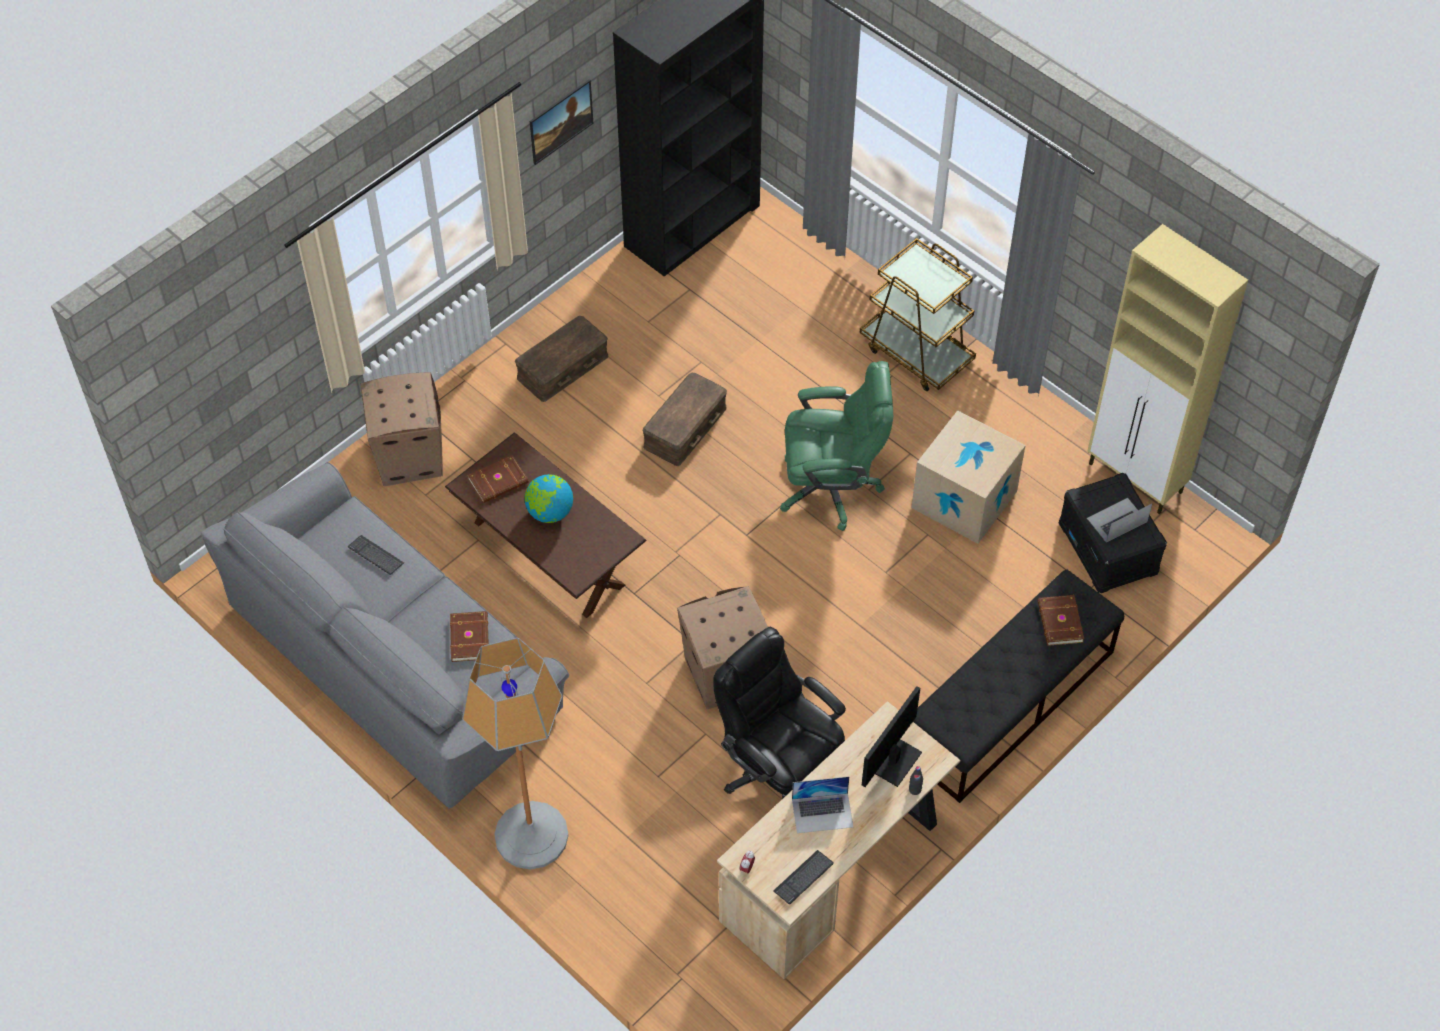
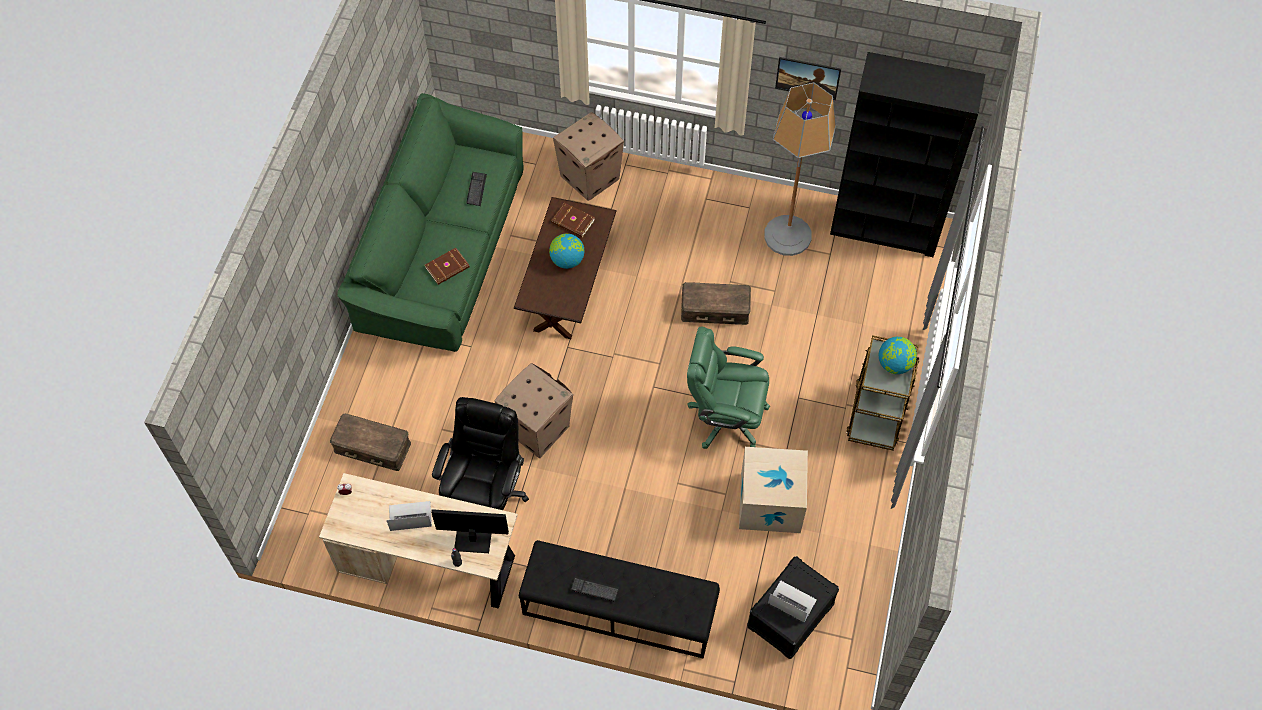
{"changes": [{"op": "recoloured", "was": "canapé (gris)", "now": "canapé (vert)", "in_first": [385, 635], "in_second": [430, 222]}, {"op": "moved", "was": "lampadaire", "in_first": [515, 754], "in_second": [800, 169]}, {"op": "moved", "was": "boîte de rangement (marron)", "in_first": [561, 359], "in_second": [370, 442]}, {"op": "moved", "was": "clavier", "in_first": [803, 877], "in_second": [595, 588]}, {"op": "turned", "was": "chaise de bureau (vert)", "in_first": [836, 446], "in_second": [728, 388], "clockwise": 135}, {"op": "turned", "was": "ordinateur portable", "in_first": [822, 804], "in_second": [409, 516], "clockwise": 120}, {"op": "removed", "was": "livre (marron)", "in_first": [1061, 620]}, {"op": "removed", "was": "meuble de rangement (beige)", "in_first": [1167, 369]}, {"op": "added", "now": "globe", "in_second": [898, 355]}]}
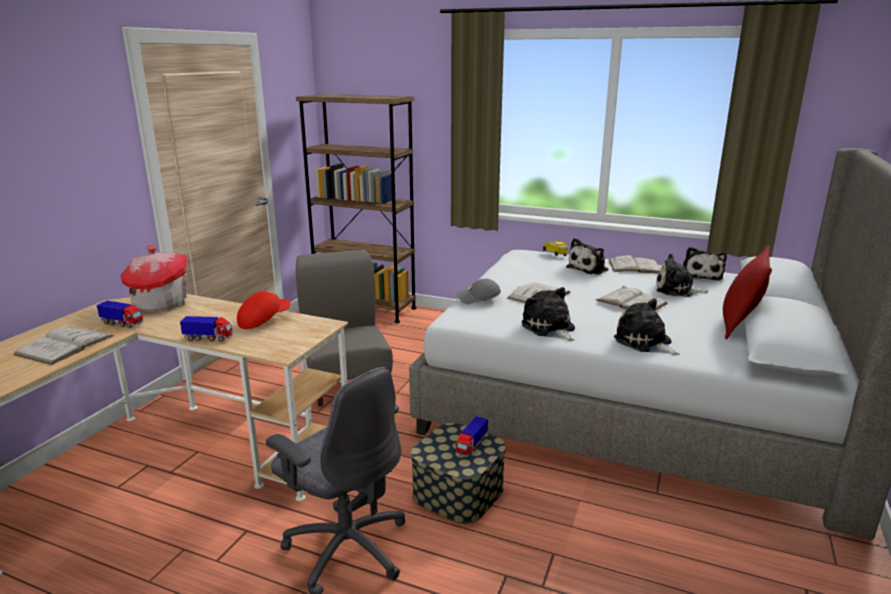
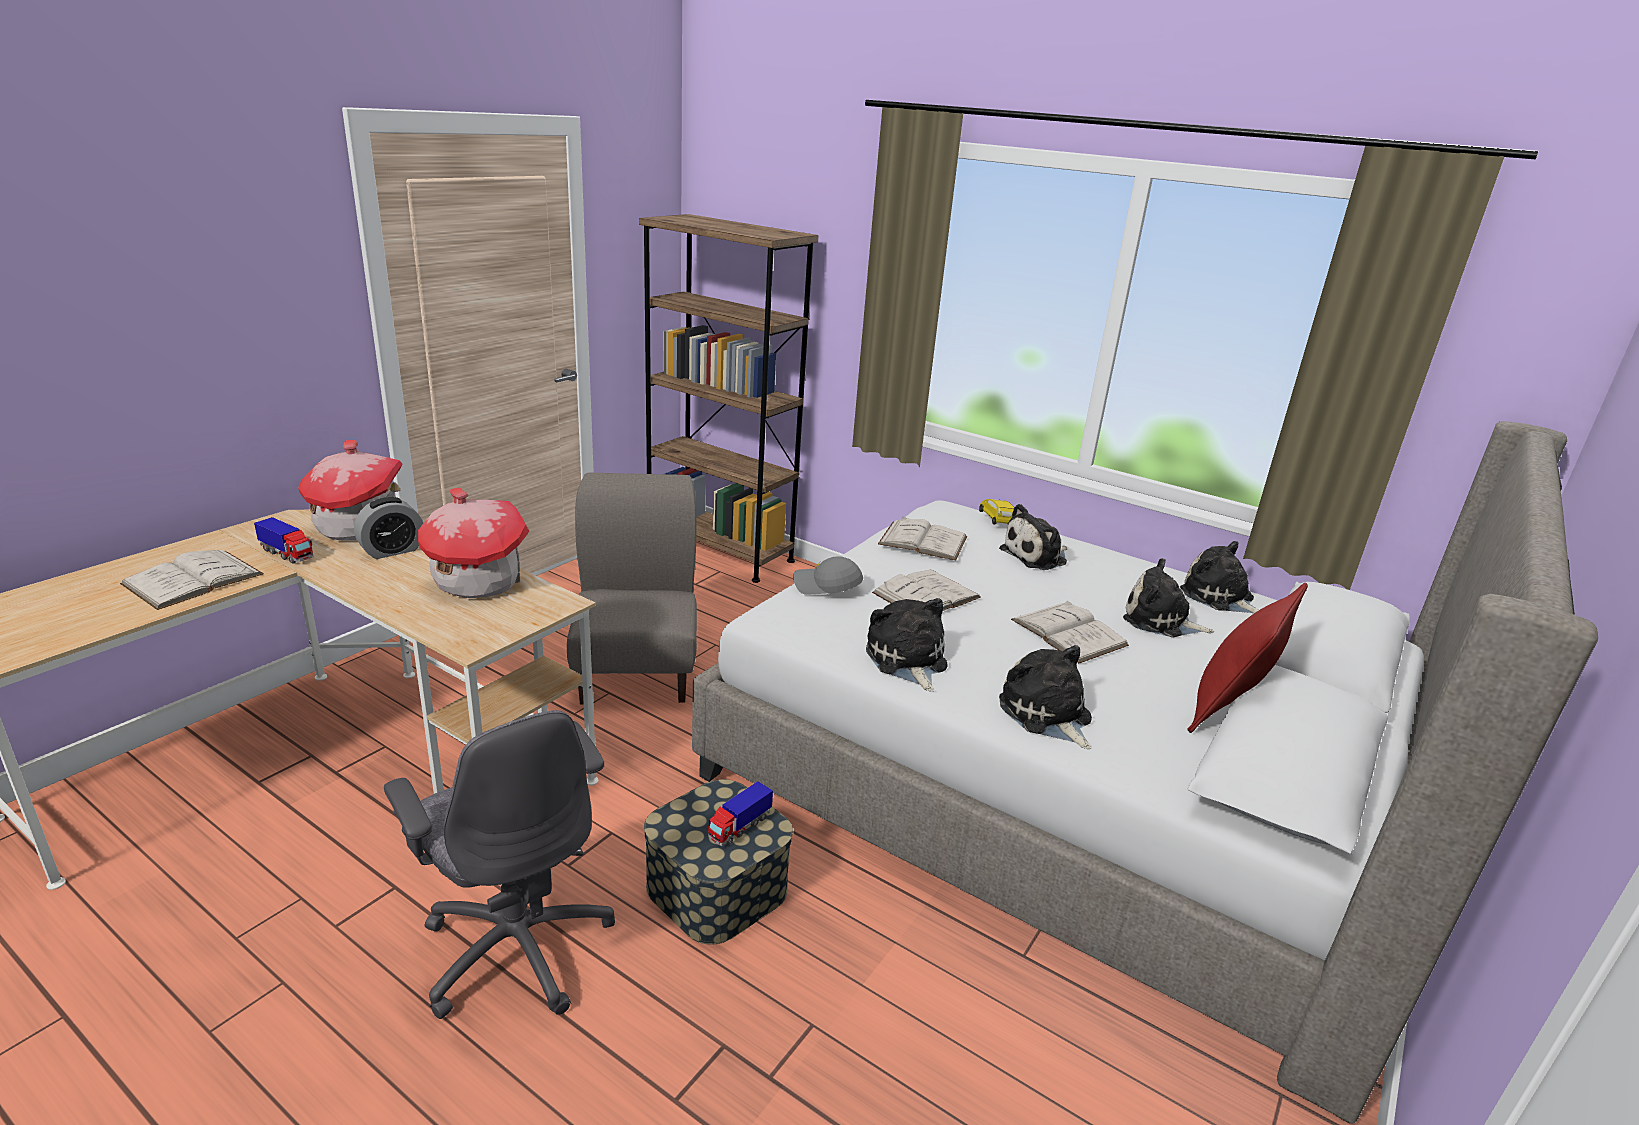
{"changes": [{"op": "removed", "was": "camion jouet", "in_first": [206, 329]}, {"op": "replaced", "was": "casquette (rouge)", "now": "maison miniature", "in_first": [264, 309], "in_second": [473, 543]}, {"op": "moved", "was": "livre (blanc)", "in_first": [634, 264], "in_second": [922, 538]}, {"op": "turned", "was": "peluche", "in_first": [705, 264], "in_second": [1219, 577], "clockwise": 120}, {"op": "added", "now": "réveil", "in_second": [388, 528]}]}
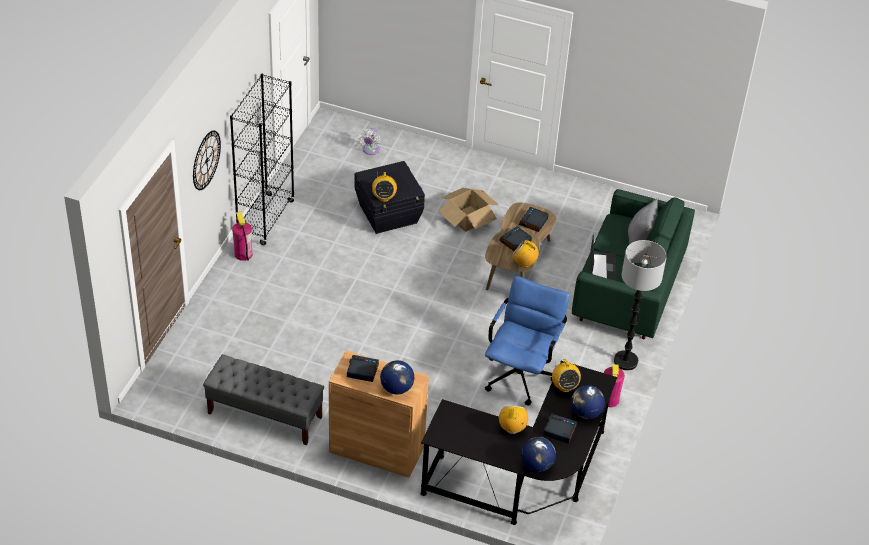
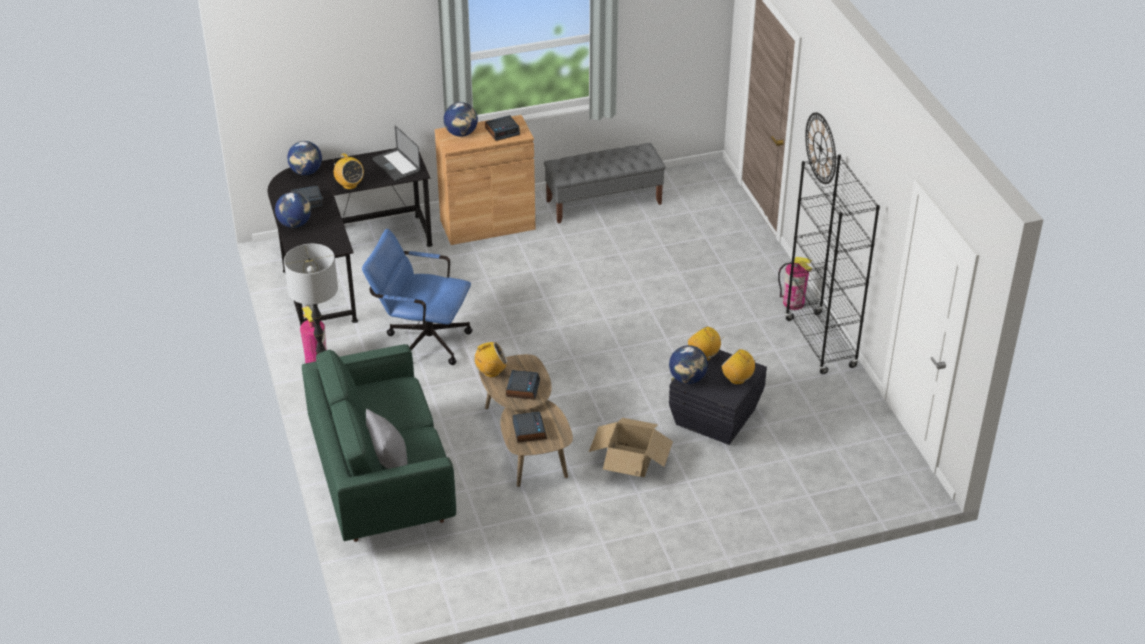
{"changes": [{"op": "removed", "was": "ventilateur (blanc)", "in_first": [369, 141]}, {"op": "turned", "was": "chaise de bureau (bleu)", "in_first": [527, 341], "in_second": [417, 297], "clockwise": 120}, {"op": "moved", "was": "radio", "in_first": [566, 375], "in_second": [739, 367]}, {"op": "moved", "was": "ordinateur portable", "in_first": [603, 257], "in_second": [396, 153]}, {"op": "added", "now": "globe", "in_second": [688, 364]}]}
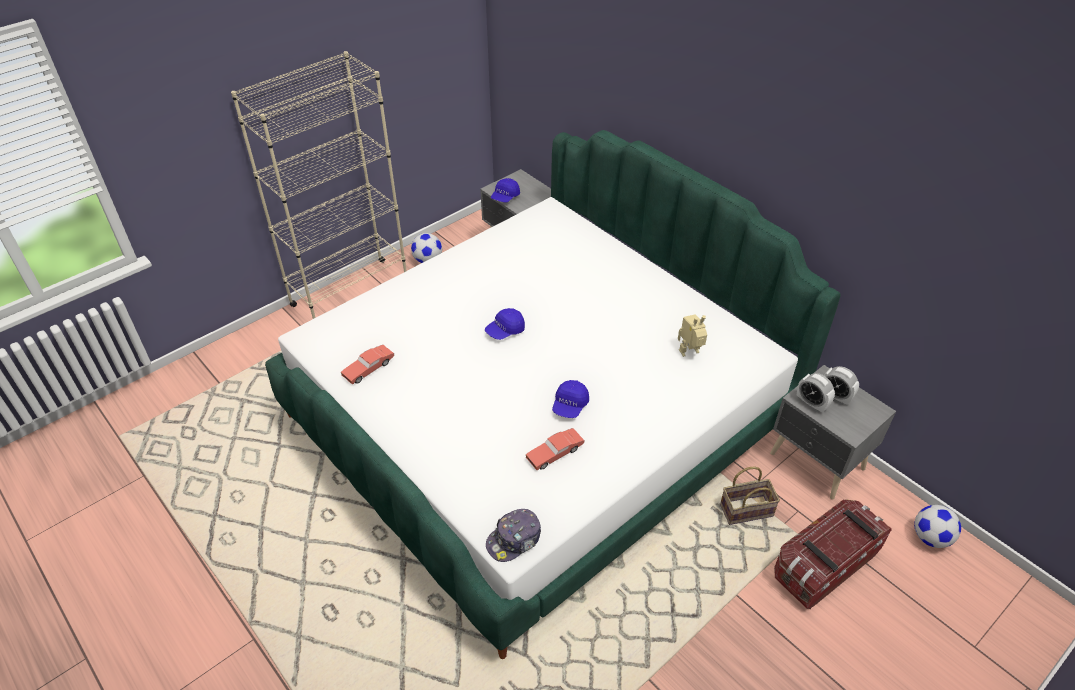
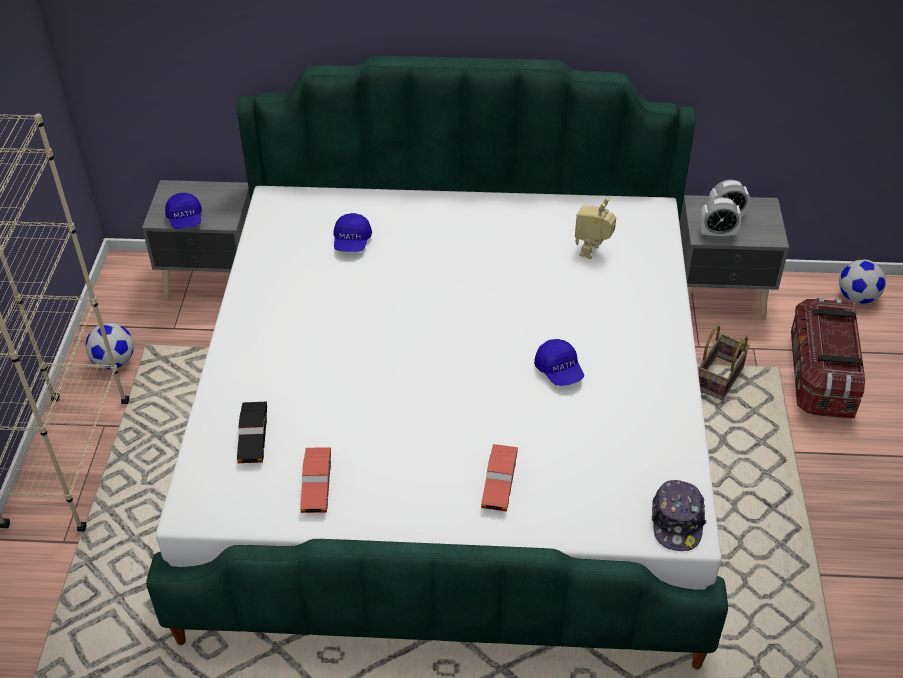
{"changes": [{"op": "moved", "was": "casquette (bleu)", "in_first": [505, 324], "in_second": [352, 232]}, {"op": "moved", "was": "petite voiture (rouge)", "in_first": [555, 449], "in_second": [499, 478]}, {"op": "added", "now": "petite voiture (noir)", "in_second": [252, 432]}]}
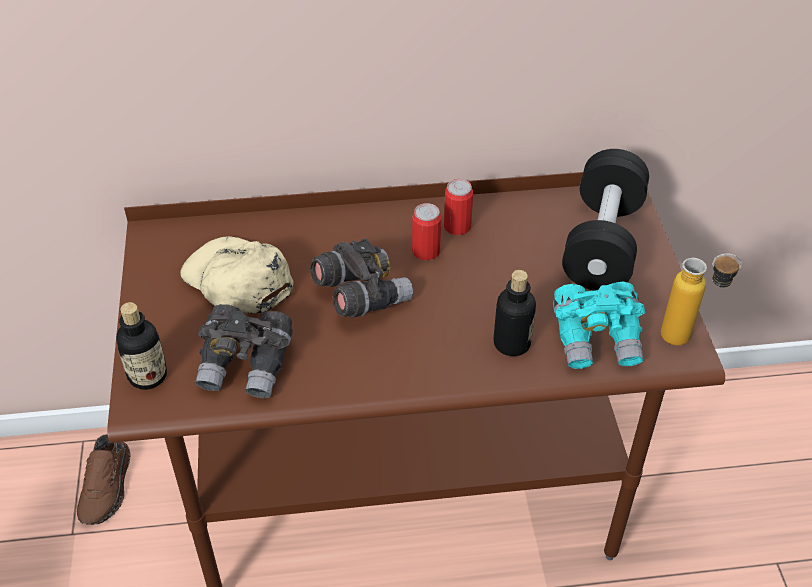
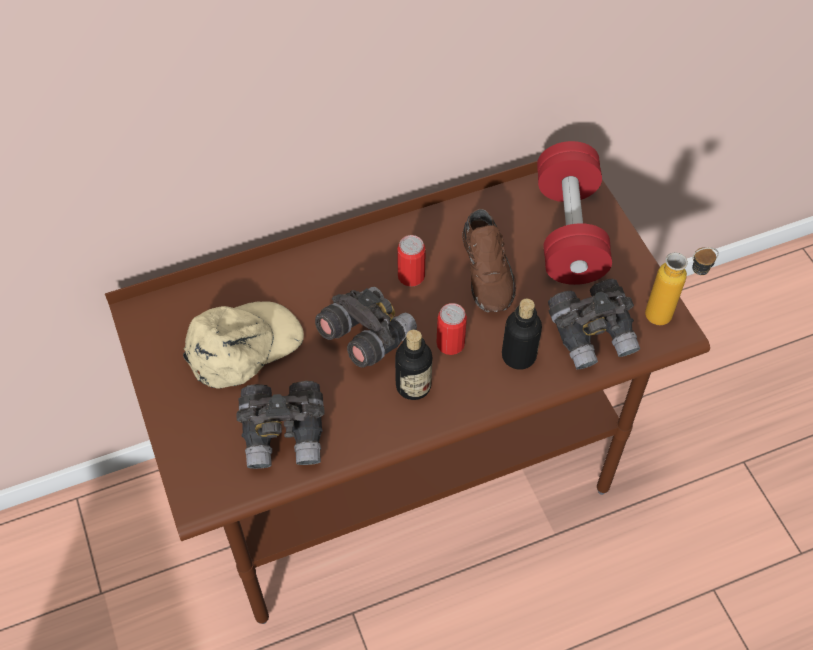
{"changes": [{"op": "moved", "was": "chaussure (marron)", "in_first": [104, 479], "in_second": [489, 260]}, {"op": "moved", "was": "bouteille", "in_first": [141, 346], "in_second": [413, 365]}, {"op": "turned", "was": "casquette (beige)", "in_first": [237, 274], "in_second": [243, 345], "clockwise": 120}, {"op": "moved", "was": "boîte métallique", "in_first": [458, 207], "in_second": [451, 329]}, {"op": "recoloured", "was": "jumelles (turquoise)", "now": "jumelles (gris)", "in_first": [599, 325], "in_second": [594, 324]}, {"op": "recoloured", "was": "haltère (noir)", "now": "haltère (rouge)", "in_first": [605, 220], "in_second": [574, 213]}]}
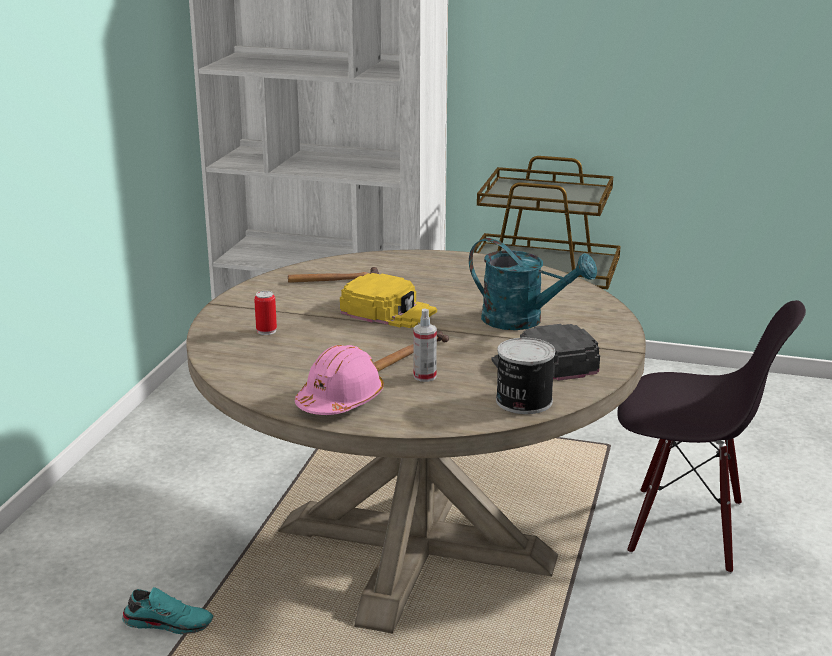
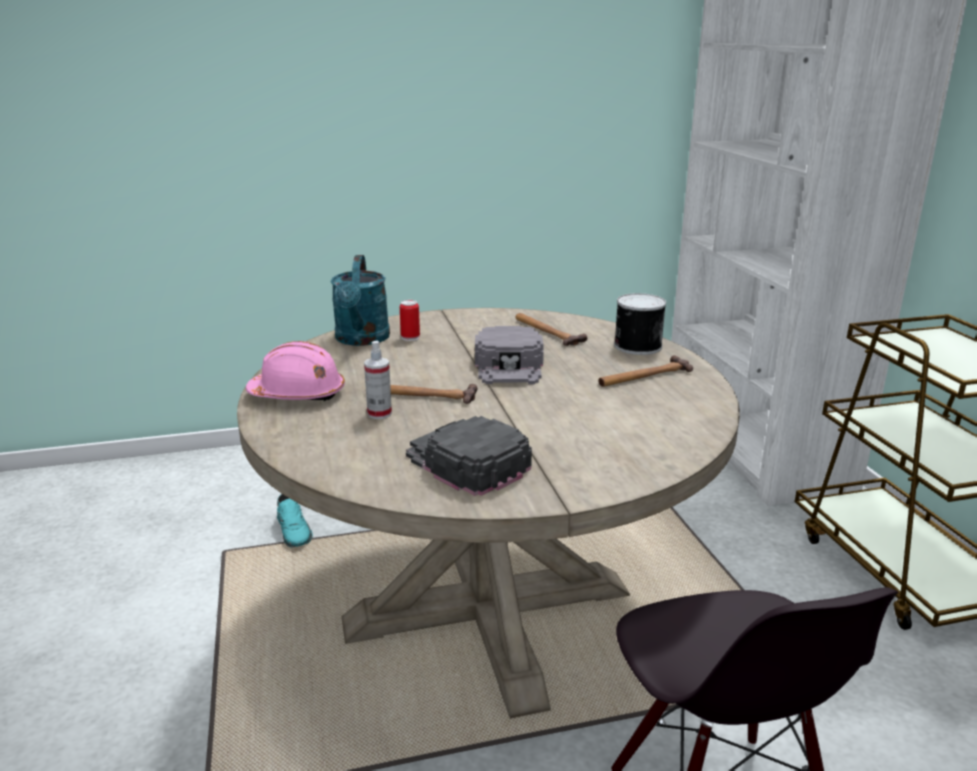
{"changes": [{"op": "recoloured", "was": "casquette (jaune)", "now": "casquette (gris)", "in_first": [388, 300], "in_second": [509, 355]}, {"op": "moved", "was": "arrosoir (turquoise)", "in_first": [533, 284], "in_second": [360, 300]}, {"op": "moved", "was": "boîte métallique", "in_first": [525, 376], "in_second": [640, 324]}, {"op": "added", "now": "marteau", "in_second": [645, 371]}]}
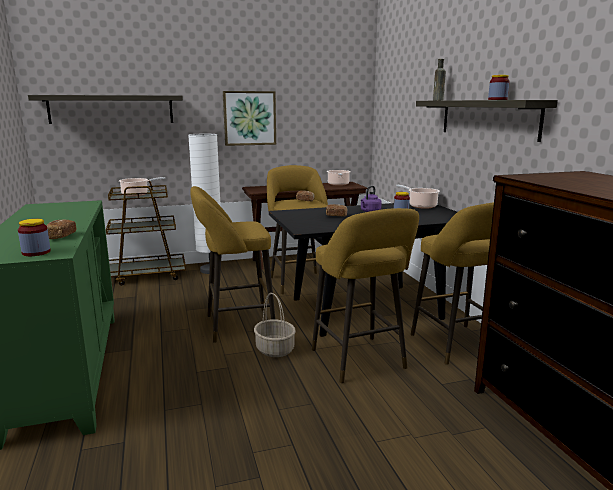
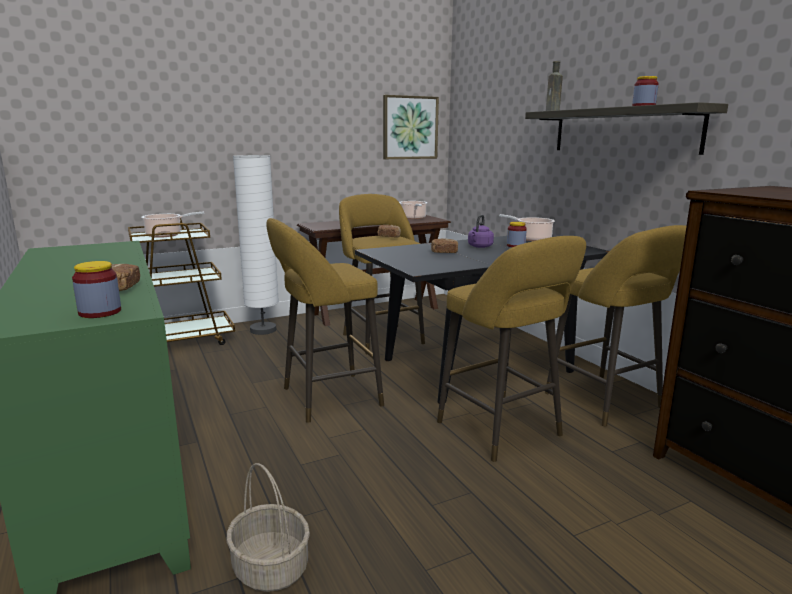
{"changes": [{"op": "removed", "was": "étagère", "in_first": [105, 109]}, {"op": "moved", "was": "tableau", "in_first": [249, 118], "in_second": [411, 127]}, {"op": "moved", "was": "panier", "in_first": [275, 325], "in_second": [268, 527]}]}
